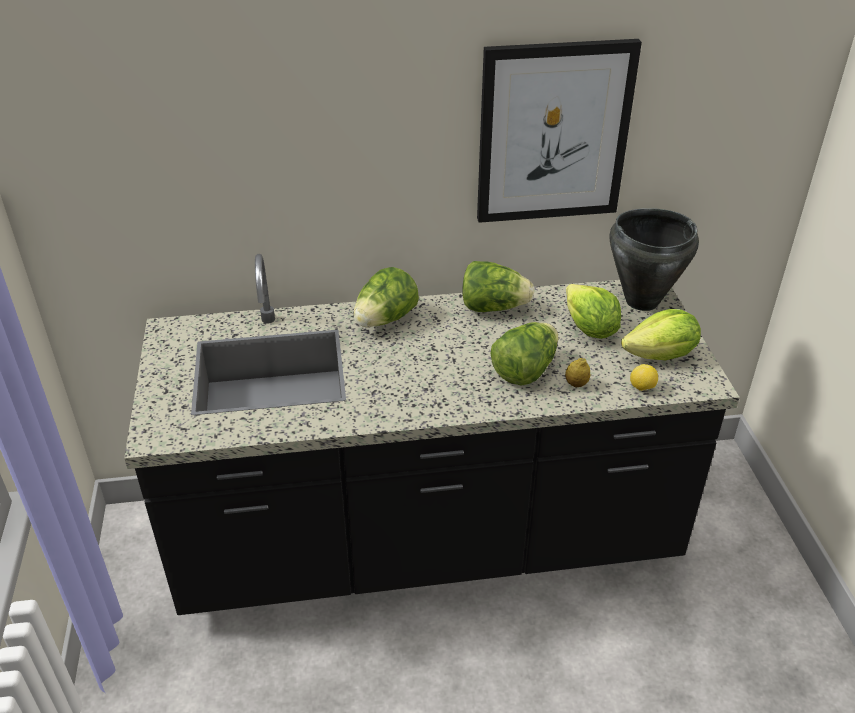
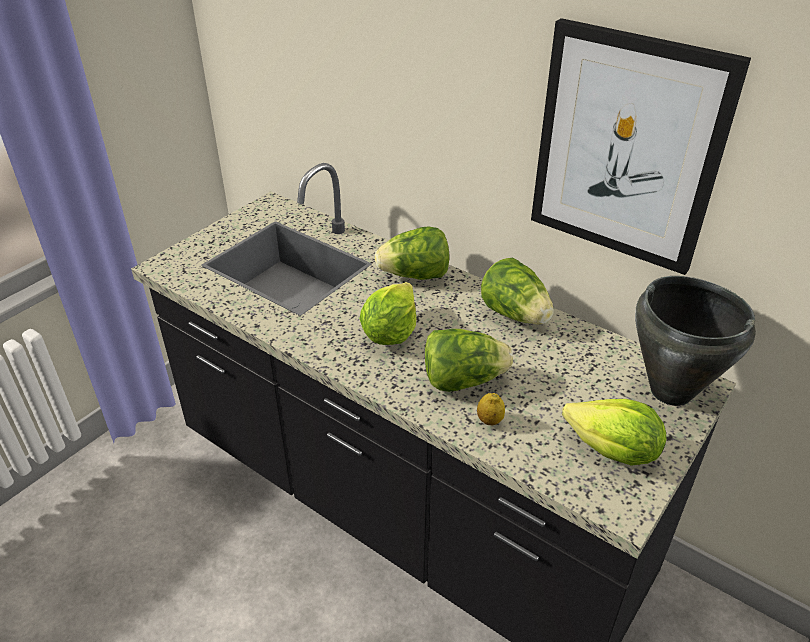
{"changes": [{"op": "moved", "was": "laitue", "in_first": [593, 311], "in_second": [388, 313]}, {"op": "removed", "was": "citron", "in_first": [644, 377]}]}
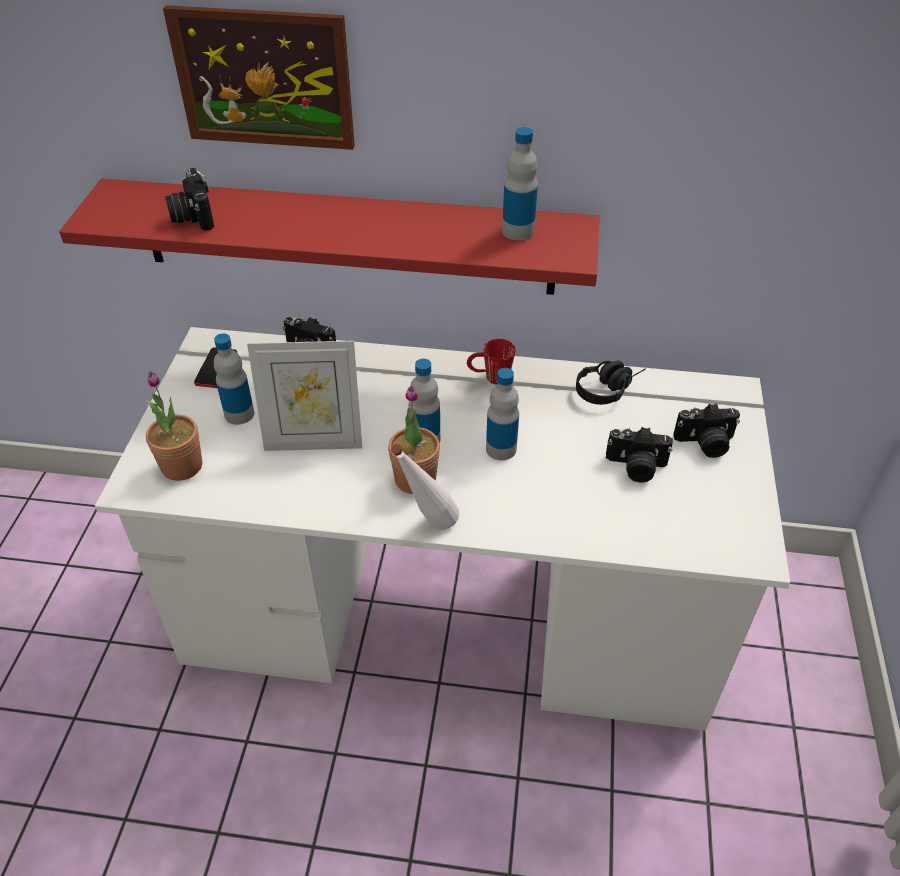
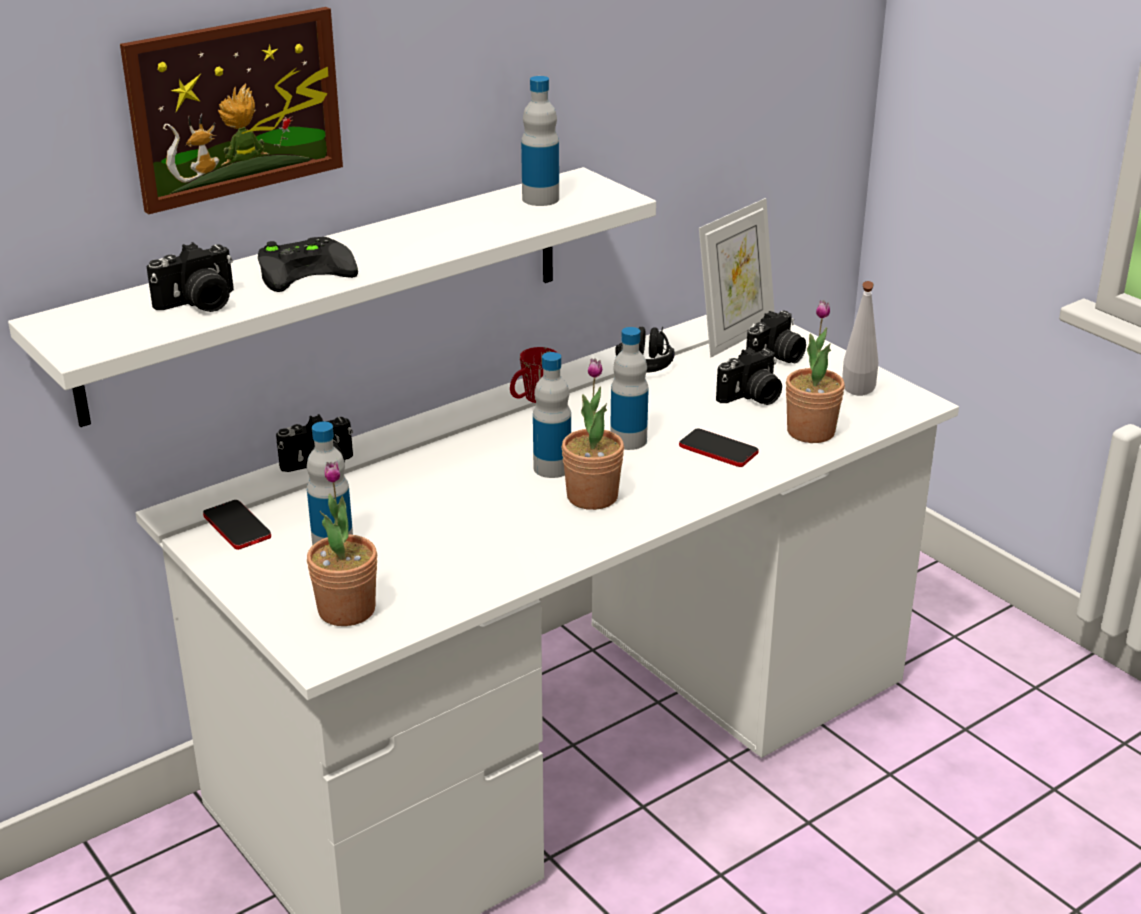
{"changes": [{"op": "recoloured", "was": "étagère (rouge)", "now": "étagère (blanc)", "in_first": [329, 237], "in_second": [332, 297]}, {"op": "turned", "was": "appareil photo", "in_first": [189, 199], "in_second": [190, 277], "clockwise": -60}, {"op": "moved", "was": "cadre photo", "in_first": [304, 396], "in_second": [736, 277]}, {"op": "moved", "was": "bouteille (blanc)", "in_first": [425, 487], "in_second": [860, 338]}, {"op": "added", "now": "manette (noir)", "in_second": [308, 264]}, {"op": "added", "now": "téléphone", "in_second": [719, 448]}, {"op": "added", "now": "plante en pot", "in_second": [815, 371]}]}
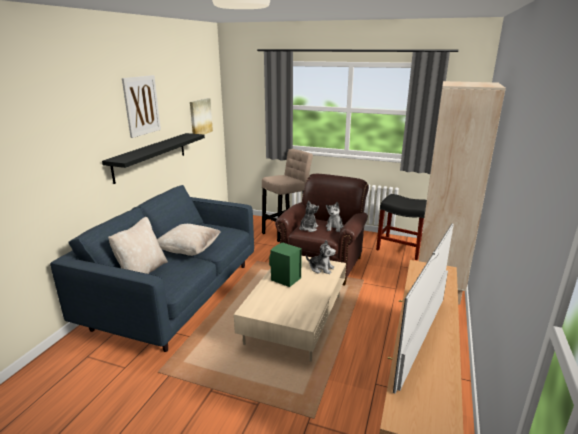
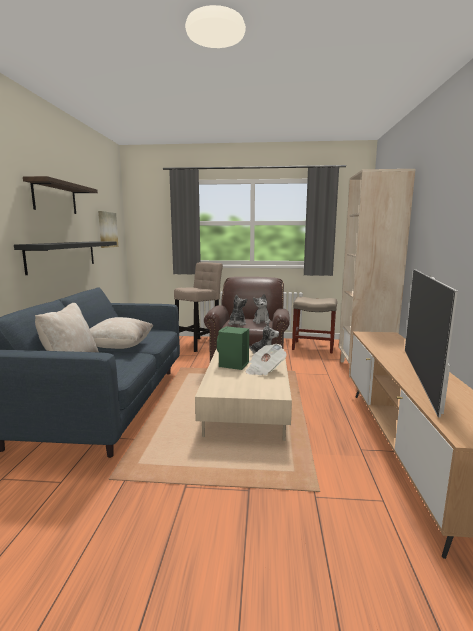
{"changes": [{"op": "replaced", "was": "tableau", "now": "étagère", "in_first": [141, 106], "in_second": [60, 195]}, {"op": "recoloured", "was": "tabouret (noir)", "now": "tabouret (beige)", "in_first": [401, 227], "in_second": [314, 325]}, {"op": "added", "now": "journal", "in_second": [266, 360]}]}
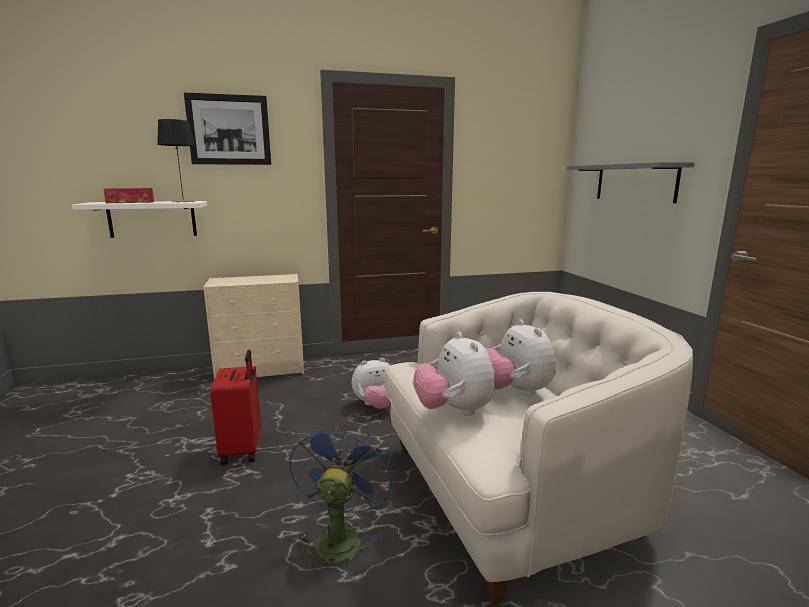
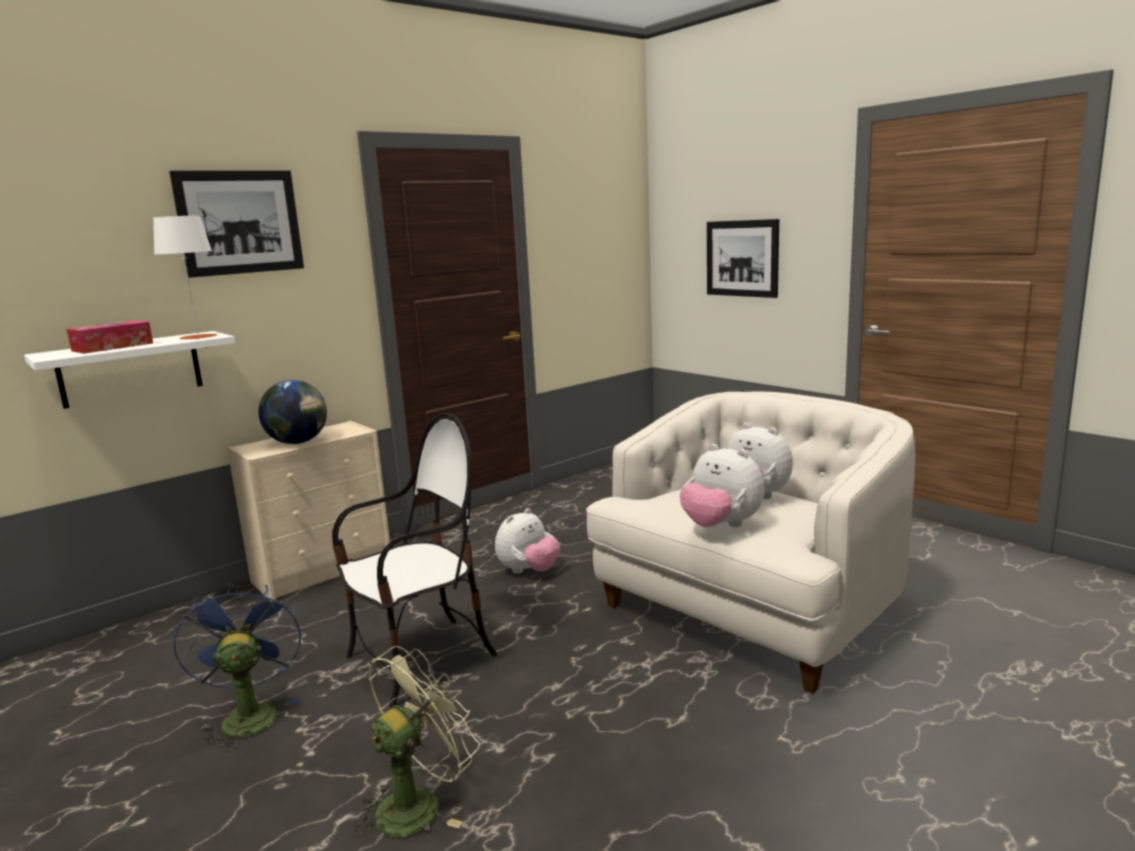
{"changes": [{"op": "recoloured", "was": "lampe de table (noir)", "now": "lampe de table (blanc)", "in_first": [176, 161], "in_second": [185, 277]}, {"op": "replaced", "was": "valise (rouge)", "now": "chaise", "in_first": [235, 407], "in_second": [414, 560]}, {"op": "moved", "was": "ventilateur (bleu)", "in_first": [341, 497], "in_second": [237, 666]}, {"op": "replaced", "was": "étagère (gris)", "now": "tableau", "in_first": [631, 182], "in_second": [743, 258]}, {"op": "added", "now": "globe", "in_second": [293, 412]}, {"op": "added", "now": "ventilateur (vert)", "in_second": [416, 741]}]}
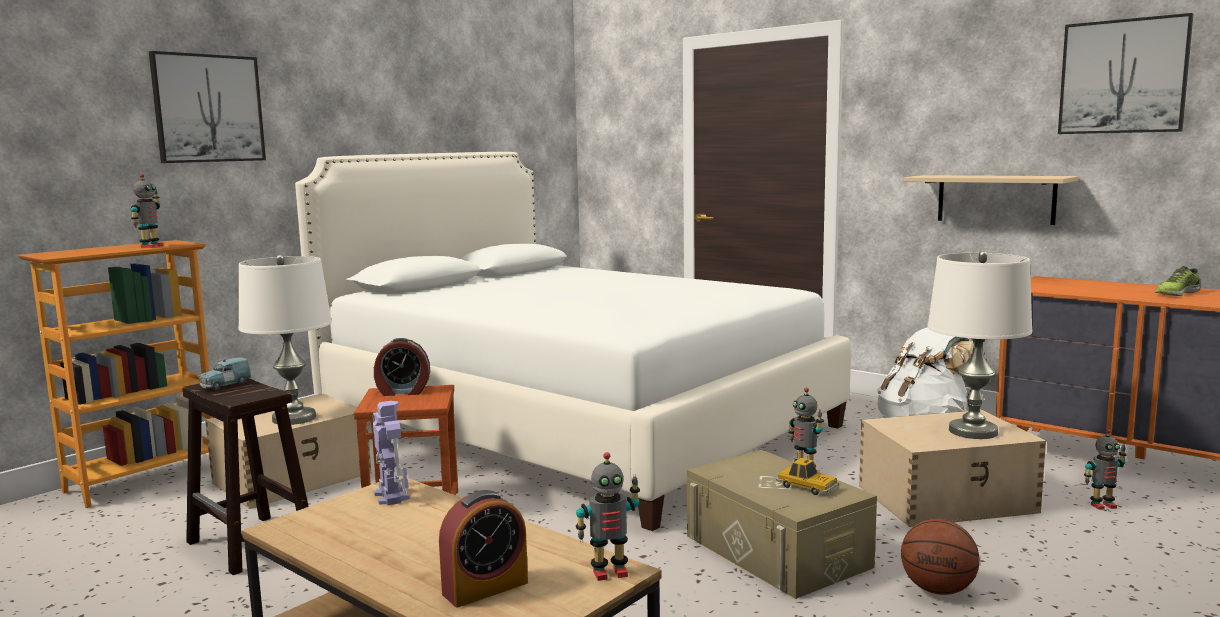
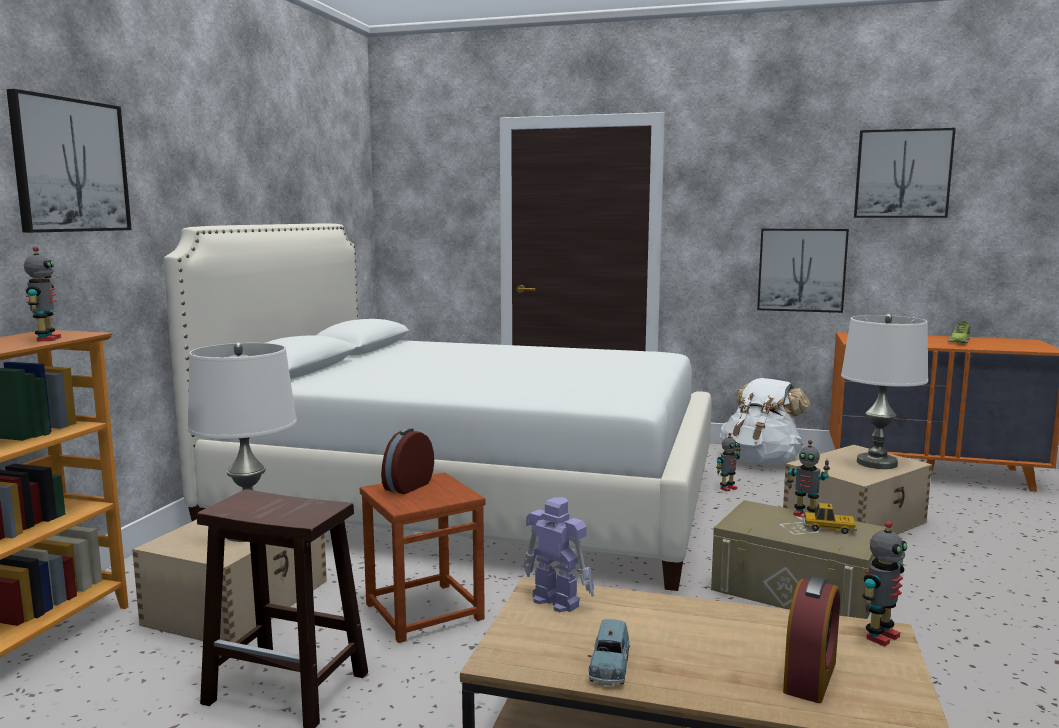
{"changes": [{"op": "moved", "was": "petite voiture (bleu)", "in_first": [225, 373], "in_second": [609, 652]}, {"op": "turned", "was": "réveil", "in_first": [402, 367], "in_second": [407, 461], "clockwise": 150}, {"op": "removed", "was": "ballon de basket", "in_first": [940, 557]}, {"op": "replaced", "was": "étagère (beige)", "now": "tableau", "in_first": [991, 200], "in_second": [803, 271]}, {"op": "moved", "was": "robot jouet", "in_first": [1105, 469], "in_second": [728, 462]}]}
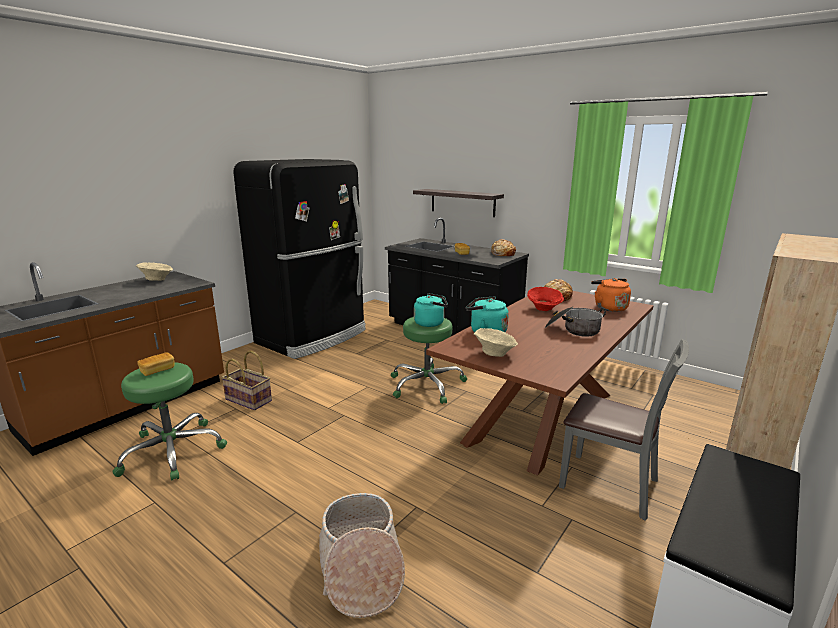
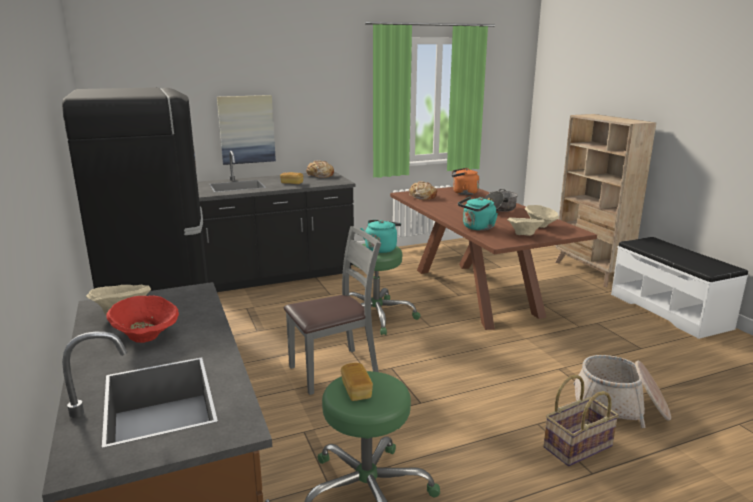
{"changes": [{"op": "moved", "was": "panier", "in_first": [246, 380], "in_second": [581, 420]}, {"op": "replaced", "was": "étagère", "now": "tableau", "in_first": [458, 203], "in_second": [246, 130]}, {"op": "moved", "was": "bol (rouge)", "in_first": [545, 299], "in_second": [142, 319]}, {"op": "moved", "was": "chaise (gris)", "in_first": [624, 430], "in_second": [332, 310]}, {"op": "added", "now": "bol (beige)", "in_second": [542, 216]}]}
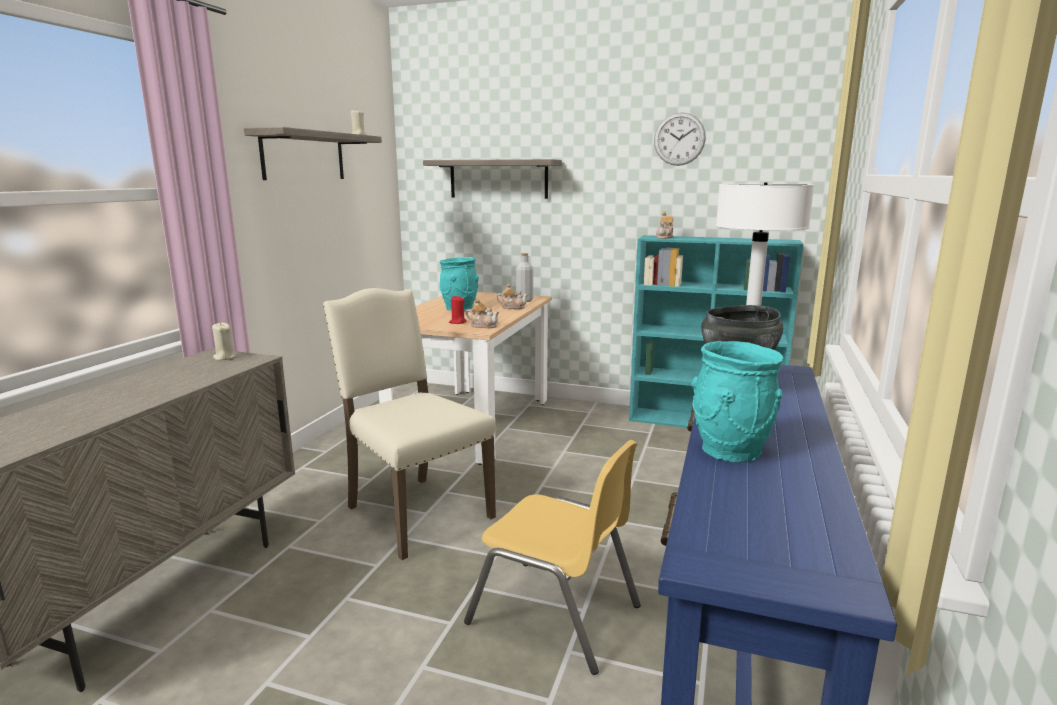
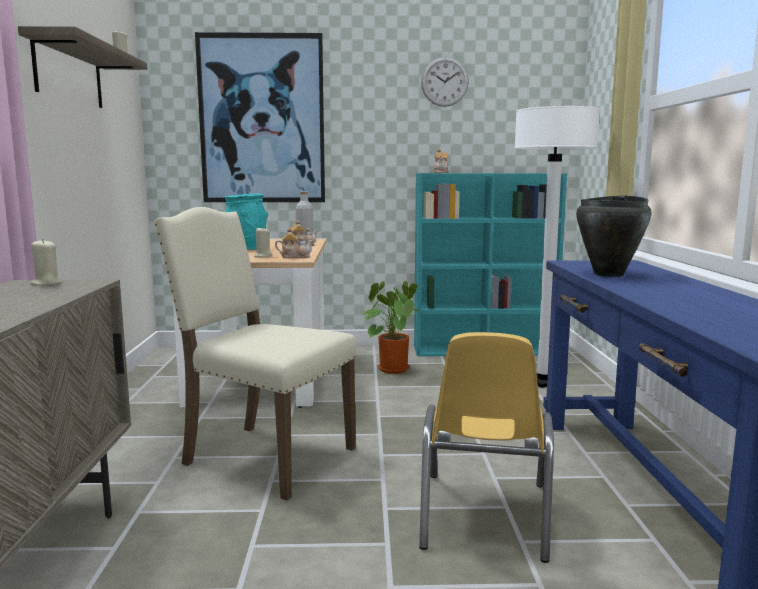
{"changes": [{"op": "replaced", "was": "étagère", "now": "tableau", "in_first": [492, 179], "in_second": [260, 117]}, {"op": "recoloured", "was": "bougie (rouge)", "now": "bougie (beige)", "in_first": [458, 310], "in_second": [263, 242]}, {"op": "turned", "was": "chaise (jaune)", "in_first": [552, 557], "in_second": [486, 447], "clockwise": 90}, {"op": "removed", "was": "vase (turquoise)", "in_first": [737, 401]}, {"op": "added", "now": "plante en pot", "in_second": [392, 327]}]}
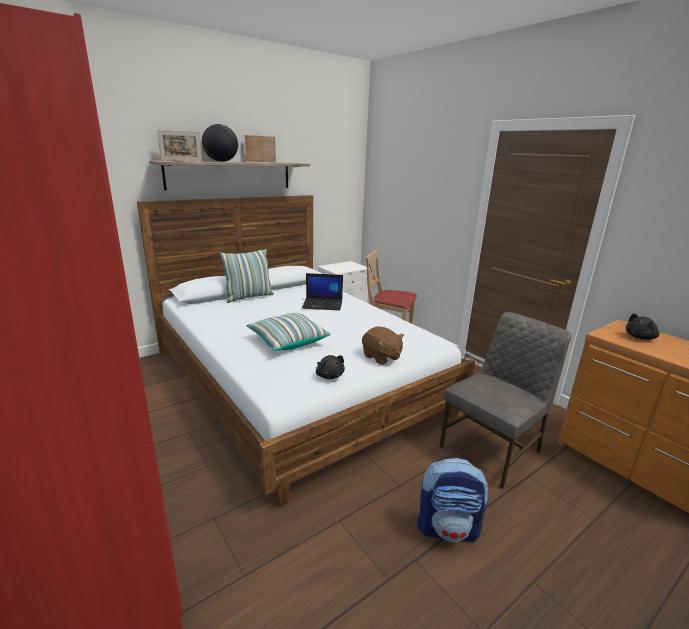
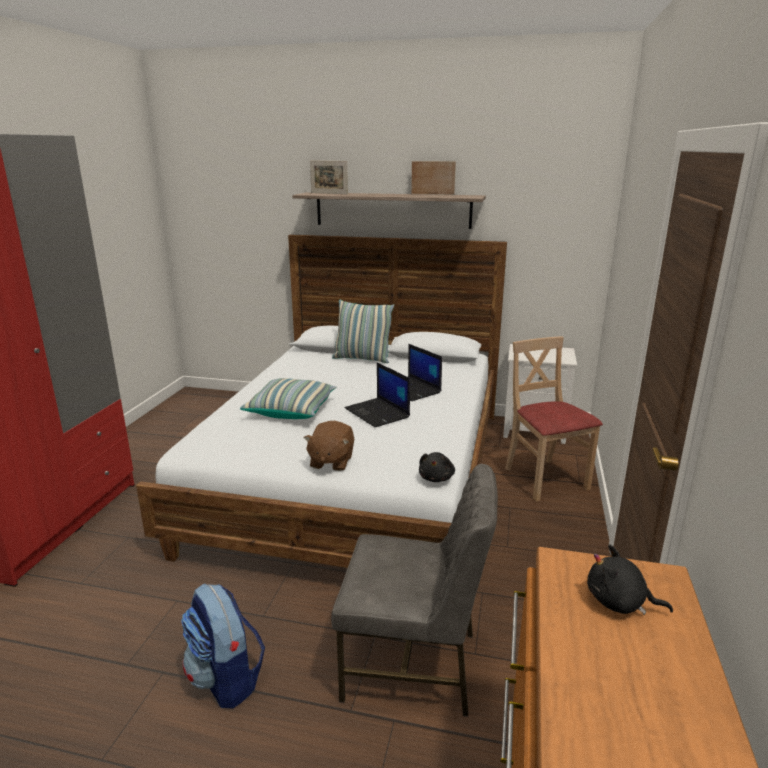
{"changes": [{"op": "removed", "was": "globe", "in_first": [220, 143]}, {"op": "moved", "was": "peluche (noir)", "in_first": [330, 367], "in_second": [437, 467]}, {"op": "added", "now": "ordinateur portable", "in_second": [377, 394]}]}
